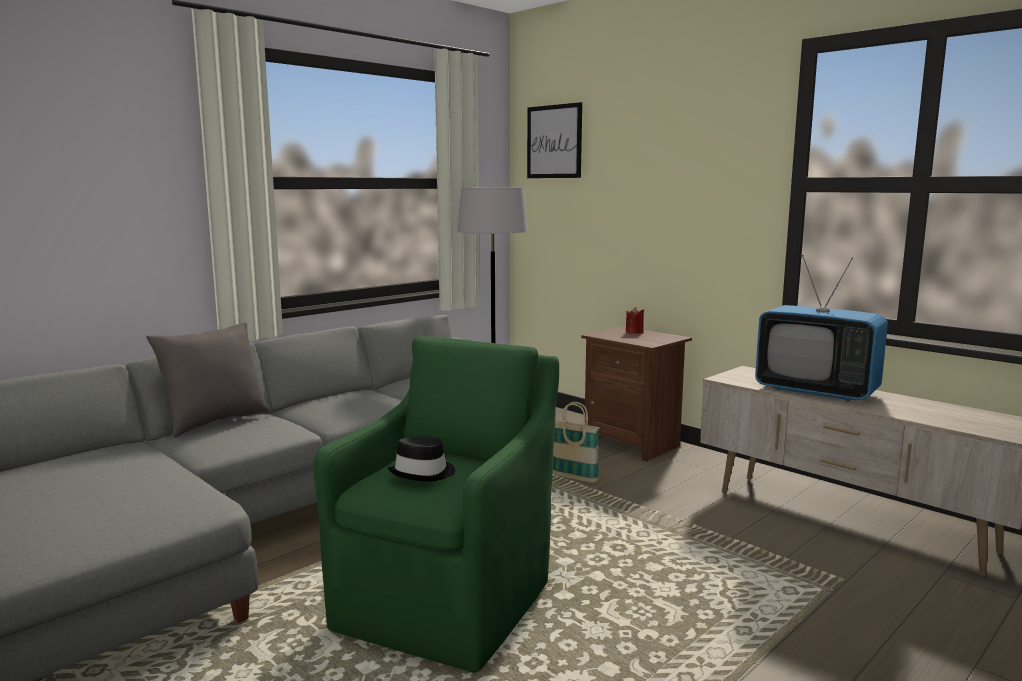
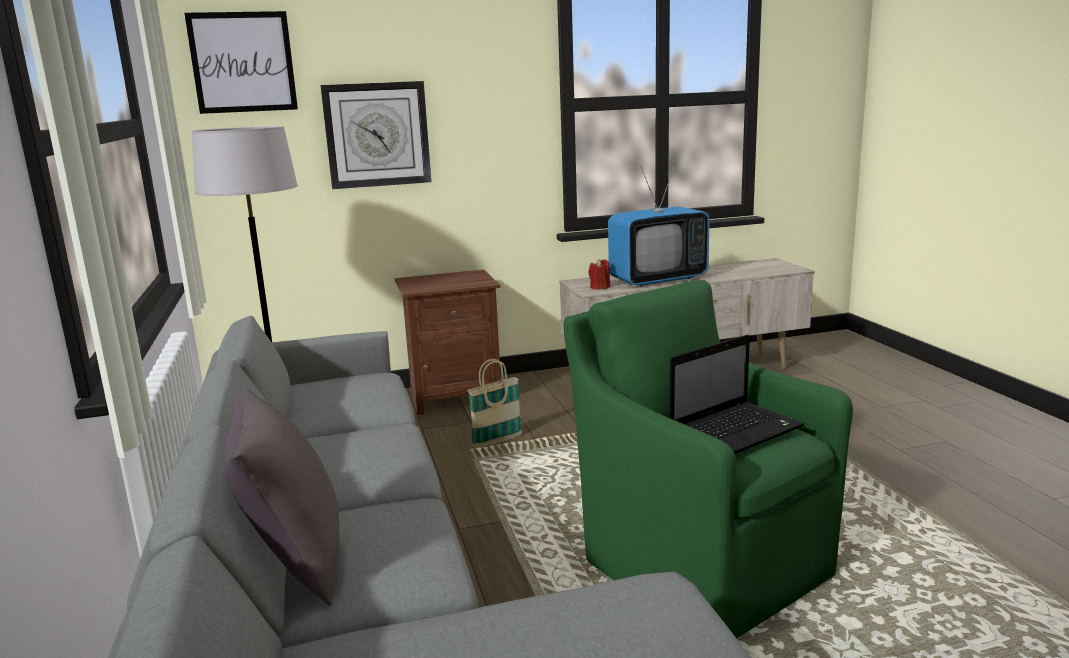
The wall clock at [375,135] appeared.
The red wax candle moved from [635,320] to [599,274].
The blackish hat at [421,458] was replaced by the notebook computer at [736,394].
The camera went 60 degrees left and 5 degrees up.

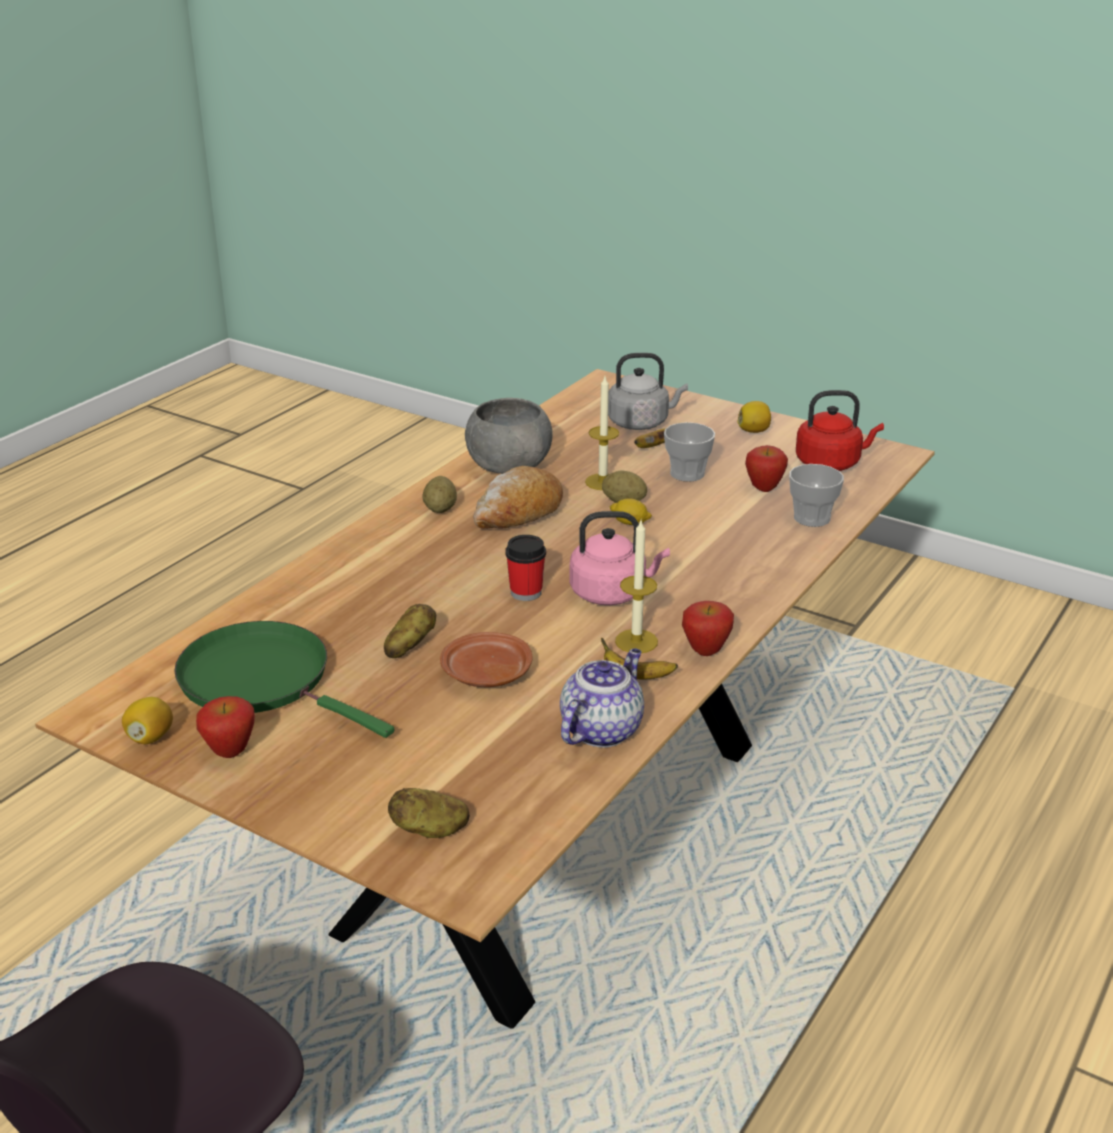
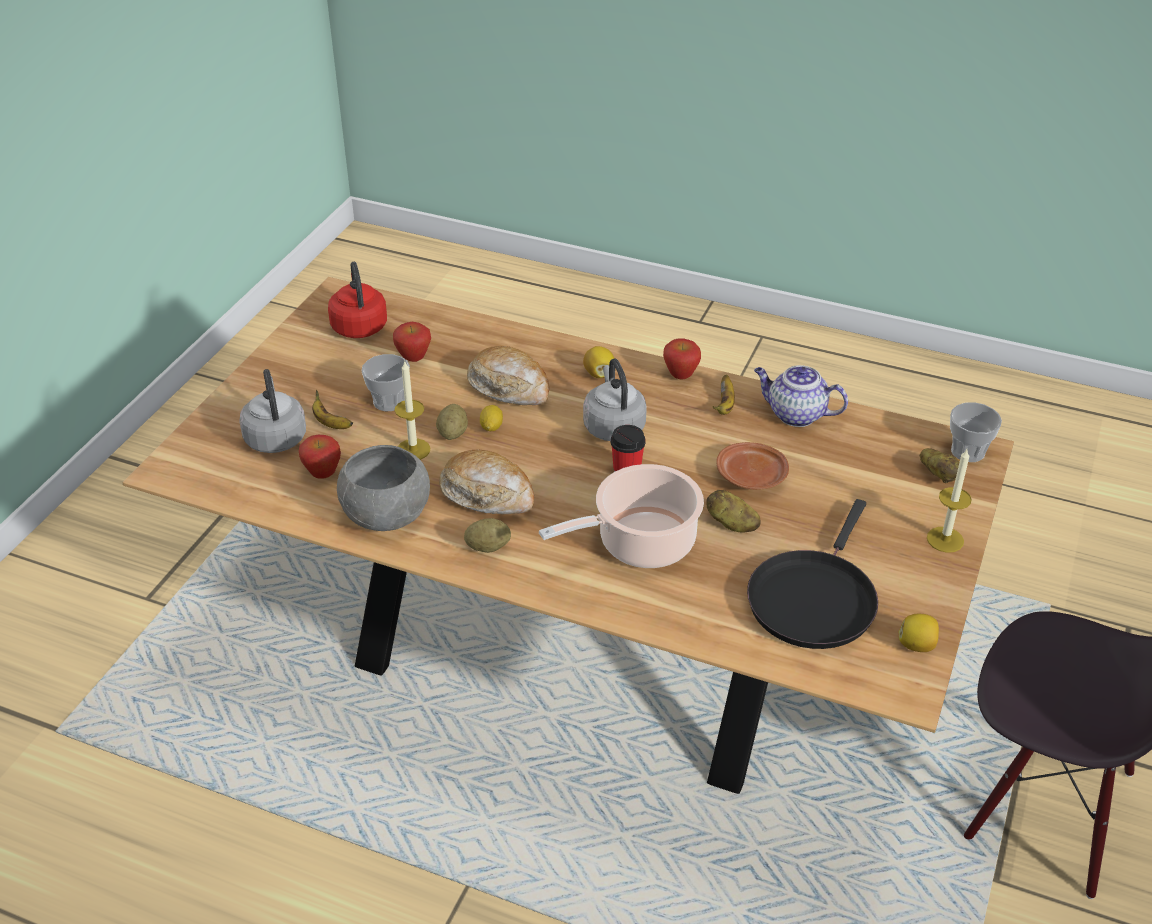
The bakery bread at [508,375] appeared.
The cooking pot at [621,516] appeared.
The whole apple moved from [225,727] to [320,457].
The wax candle moved from [636,587] to [949,501].
The citrus fruit moved from [754,417] to [599,362].
The cup moved from [816,495] to [976,432].
The green-coloured pan at [284,679] became the blackish pan at [812,574].
The pink-coloured water kettle at [620,558] became the greyish water kettle at [615,400].
The camera went 100 degrees left and 10 degrees up.

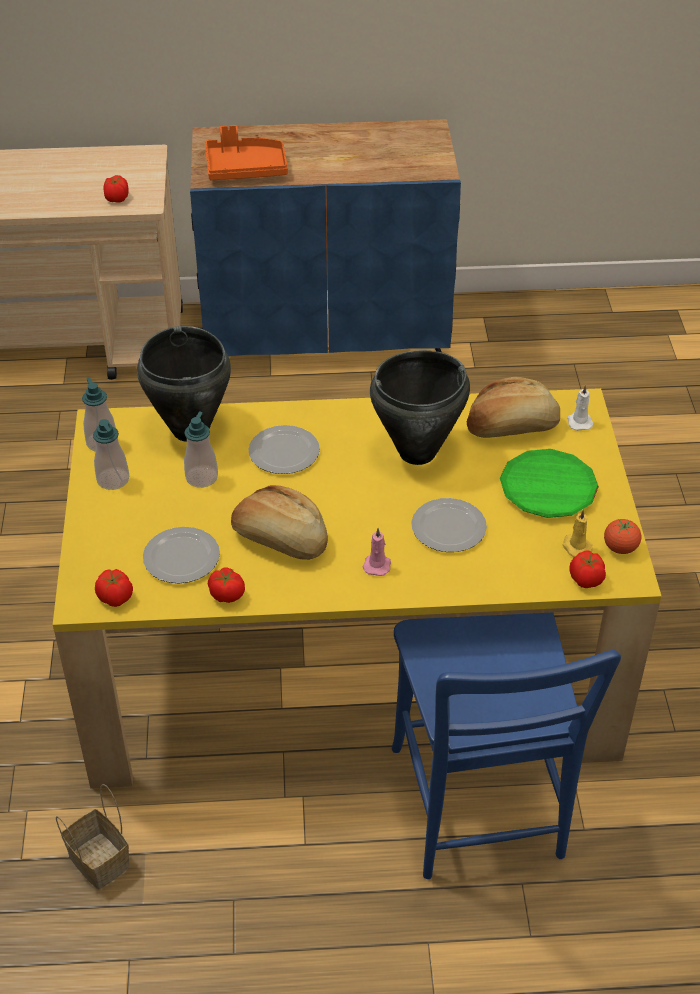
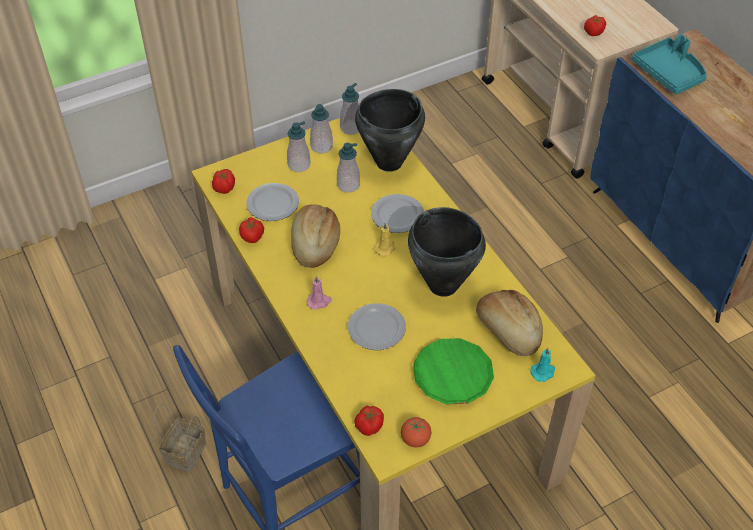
The soap dispenser at [299,146] appeared.
The household basket moved from [93,836] to [180,438].
The yellowish wax candle moved from [578,533] to [384,240].
The orangey tray at [246,152] became the blue-green tray at [669,64].
The whitish wax candle at [581,407] became the blue-green wax candle at [542,365].
The camera went 65 degrees right and 5 degrees up.

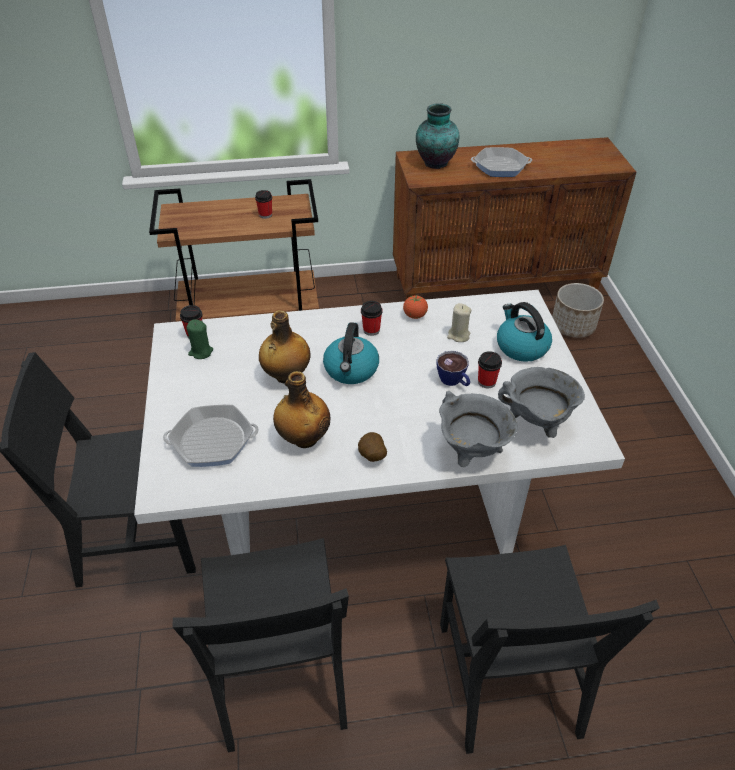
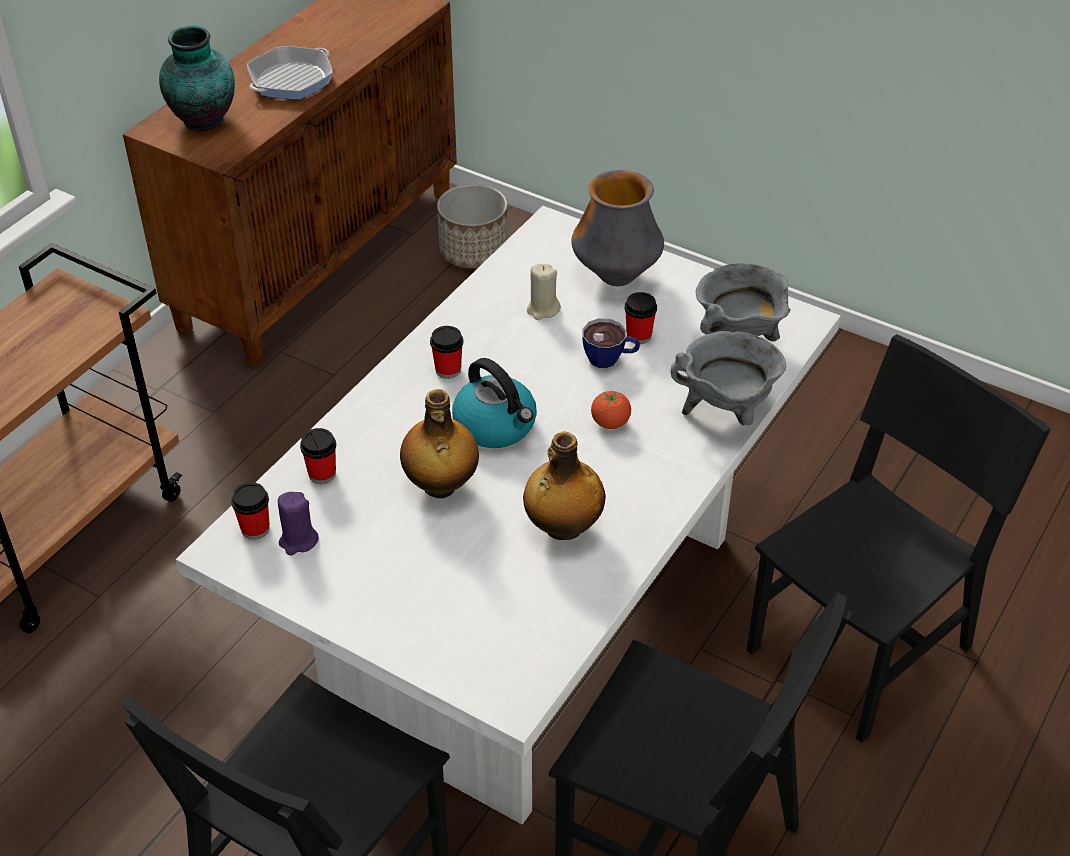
The pan at [211,436] disappeared.
The potato at [372,447] disappeared.
The cup moved from [263,204] to [318,456].
The fresh tomato moved from [415,307] to [611,410].
The water kettle at [524,332] was replaced by the vase at [618,228].
The green-coloured wax candle at [199,339] became the purplish wax candle at [298,524].
The blackish upright chair at [550,649] turned 75 degrees counterclockwise.
The camera went 50 degrees left and 0 degrees up.

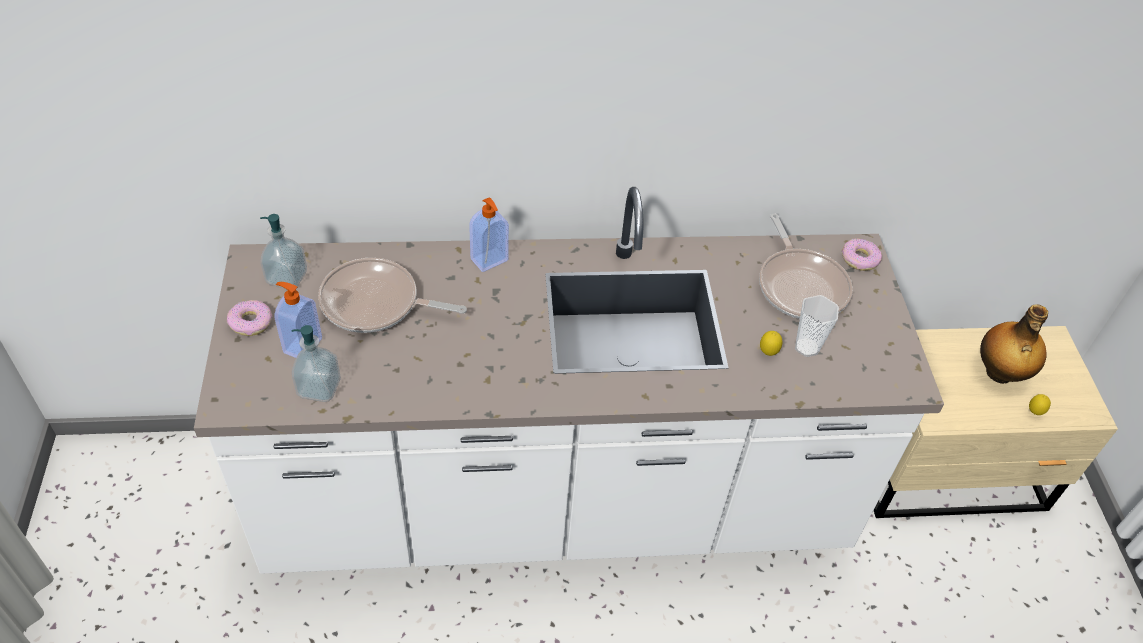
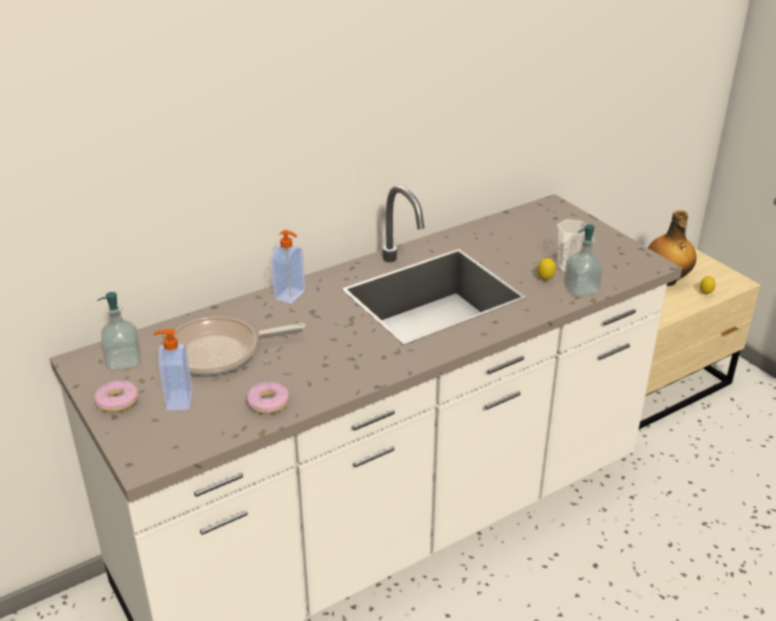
The pan at [806,266] disappeared.
The soap dispenser moved from [316,363] to [583,261].
The ring doughnut moved from [862,254] to [268,397].
The camera went 25 degrees left and 15 degrees down.

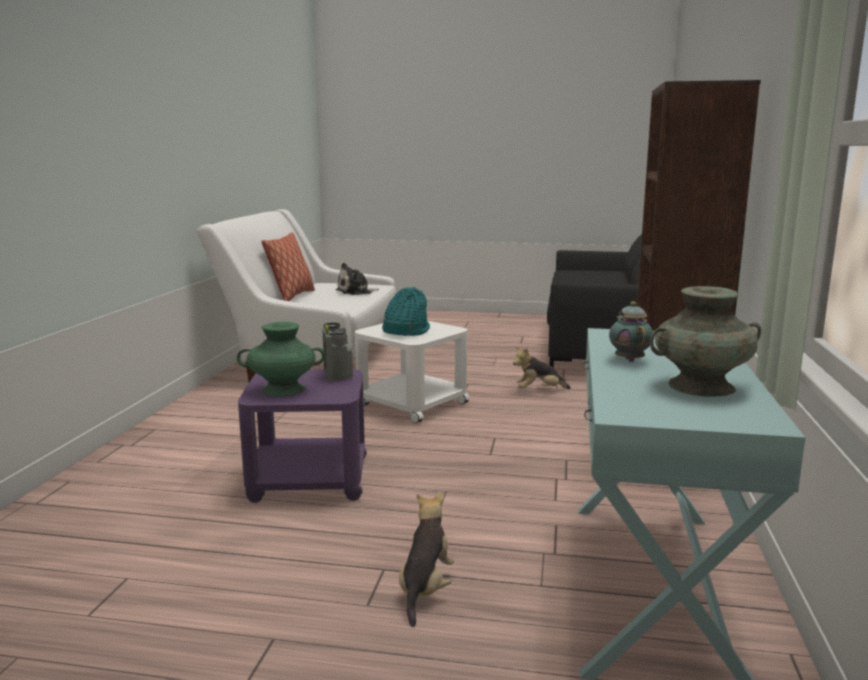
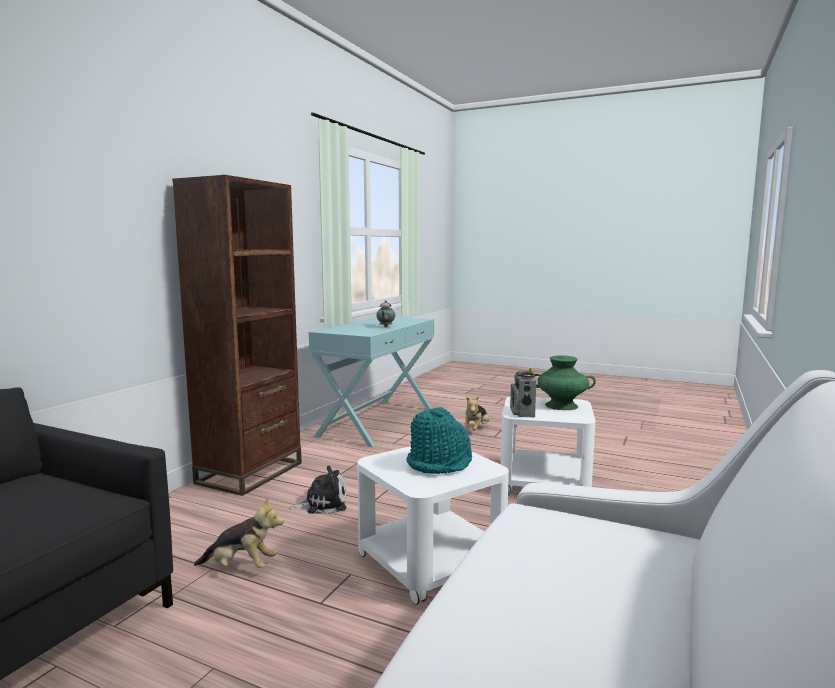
The pillow at [288,267] disappeared.
The blue-green vase at [705,341] disappeared.
The plush toy moved from [357,279] to [317,490].
The purplish side table at [302,436] became the whitish side table at [548,445].
The camera went 165 degrees left and 5 degrees down.

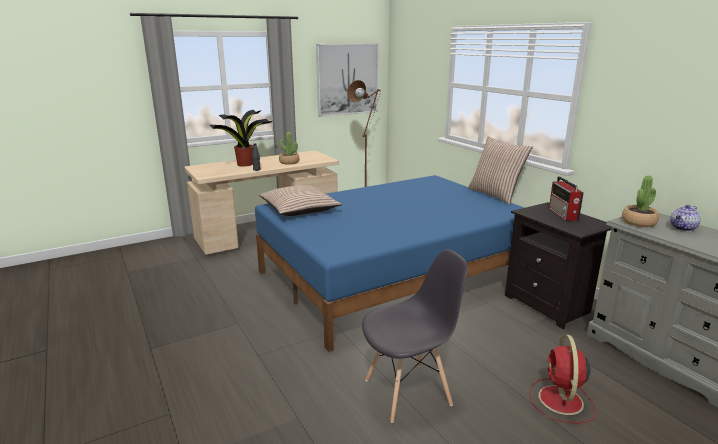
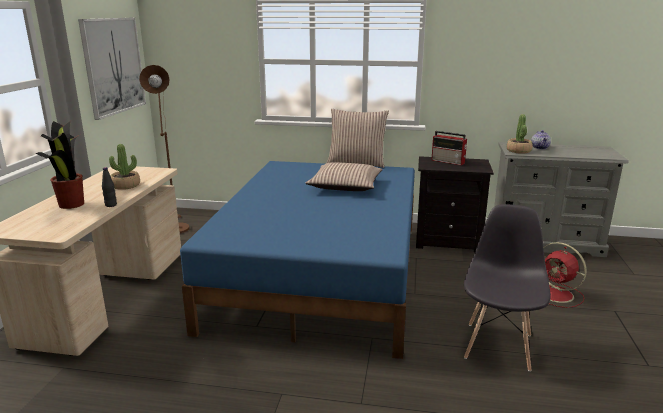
The pillow moved from [300,200] to [343,176].
The camera went 50 degrees left and 0 degrees up.

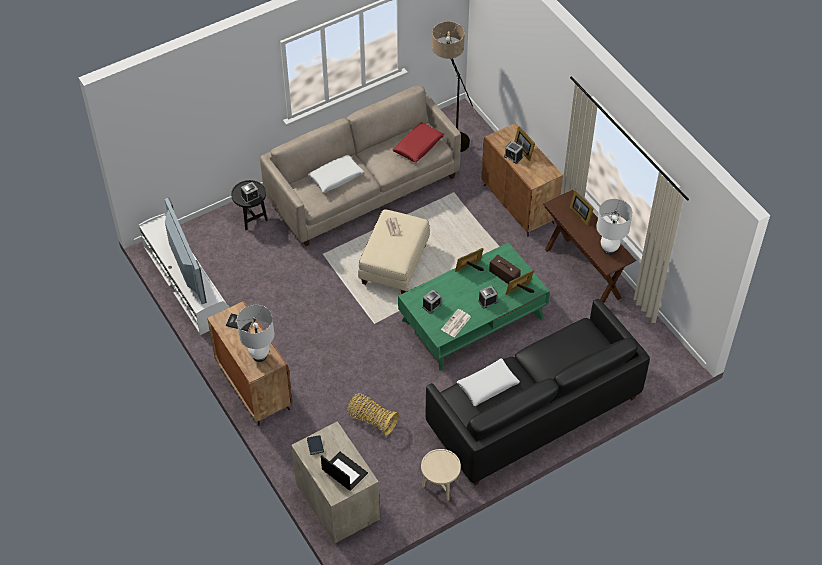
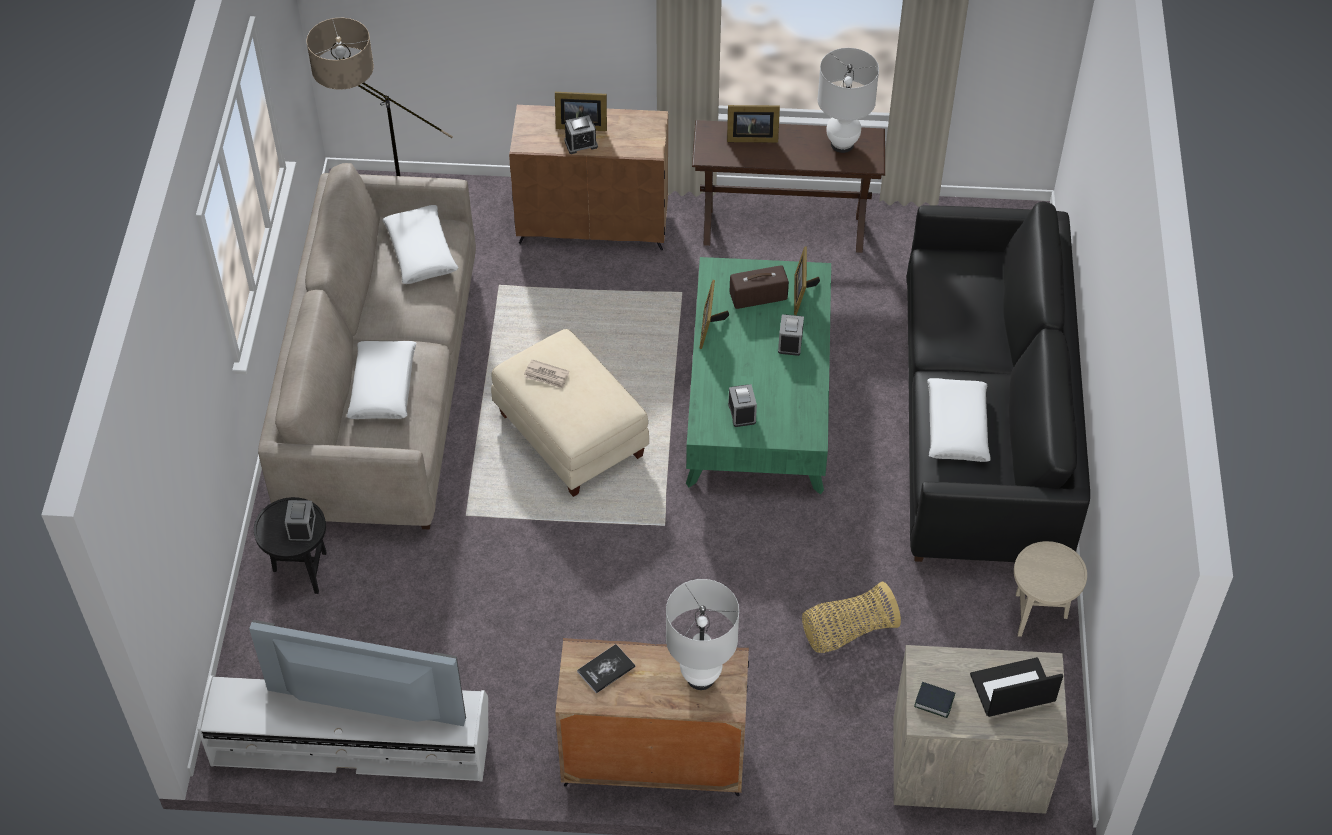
The printed paper at [456,323] disappeared.
The red pillow at [418,142] became the whitish pillow at [420,244].
The camera went 55 degrees left and 0 degrees up.

